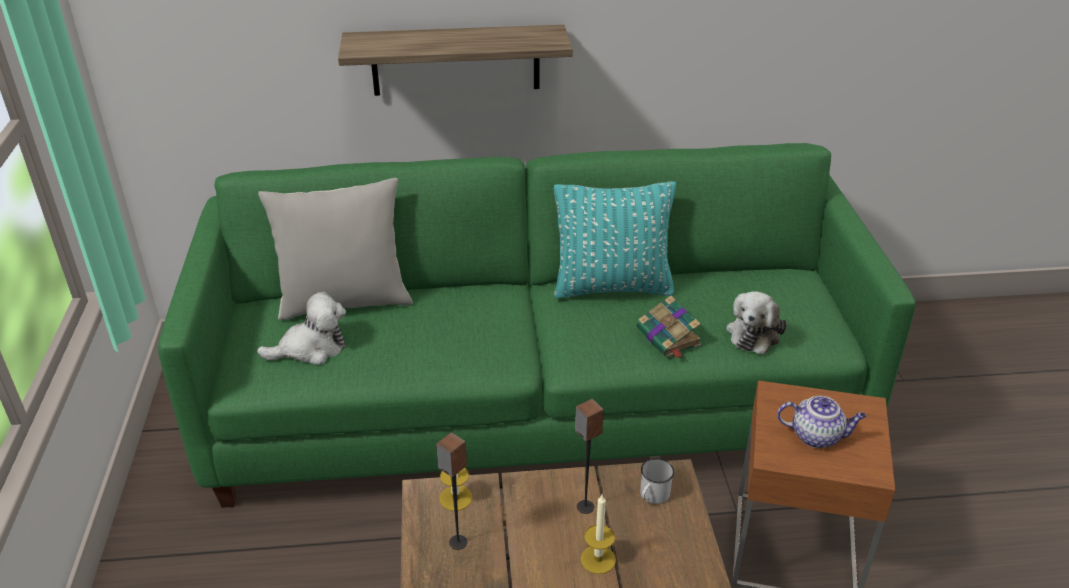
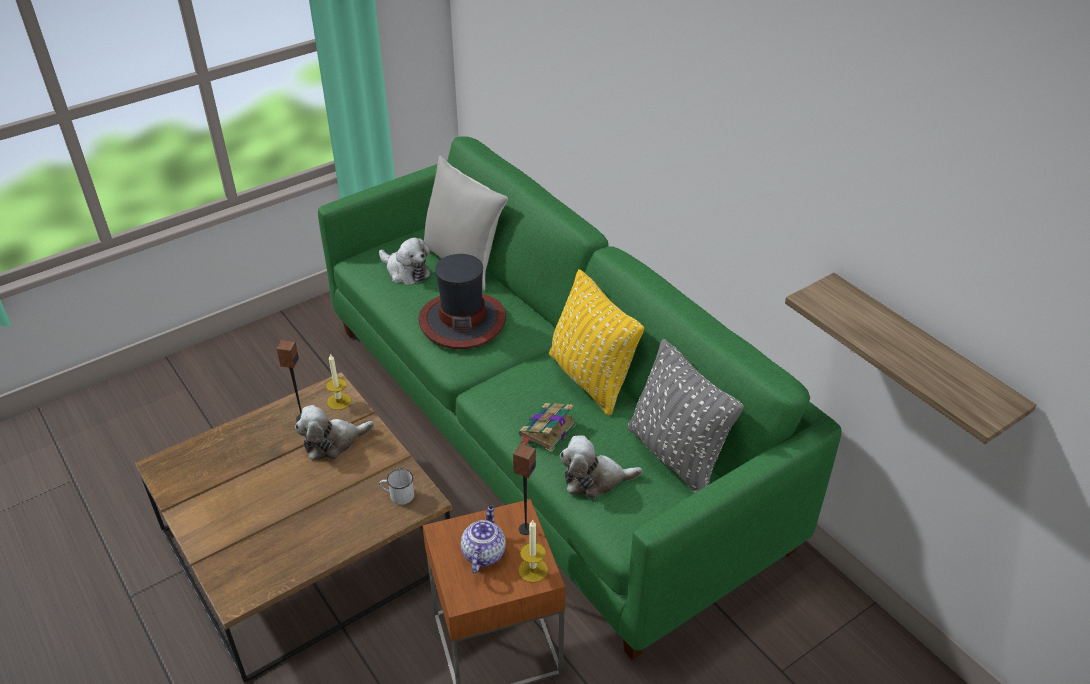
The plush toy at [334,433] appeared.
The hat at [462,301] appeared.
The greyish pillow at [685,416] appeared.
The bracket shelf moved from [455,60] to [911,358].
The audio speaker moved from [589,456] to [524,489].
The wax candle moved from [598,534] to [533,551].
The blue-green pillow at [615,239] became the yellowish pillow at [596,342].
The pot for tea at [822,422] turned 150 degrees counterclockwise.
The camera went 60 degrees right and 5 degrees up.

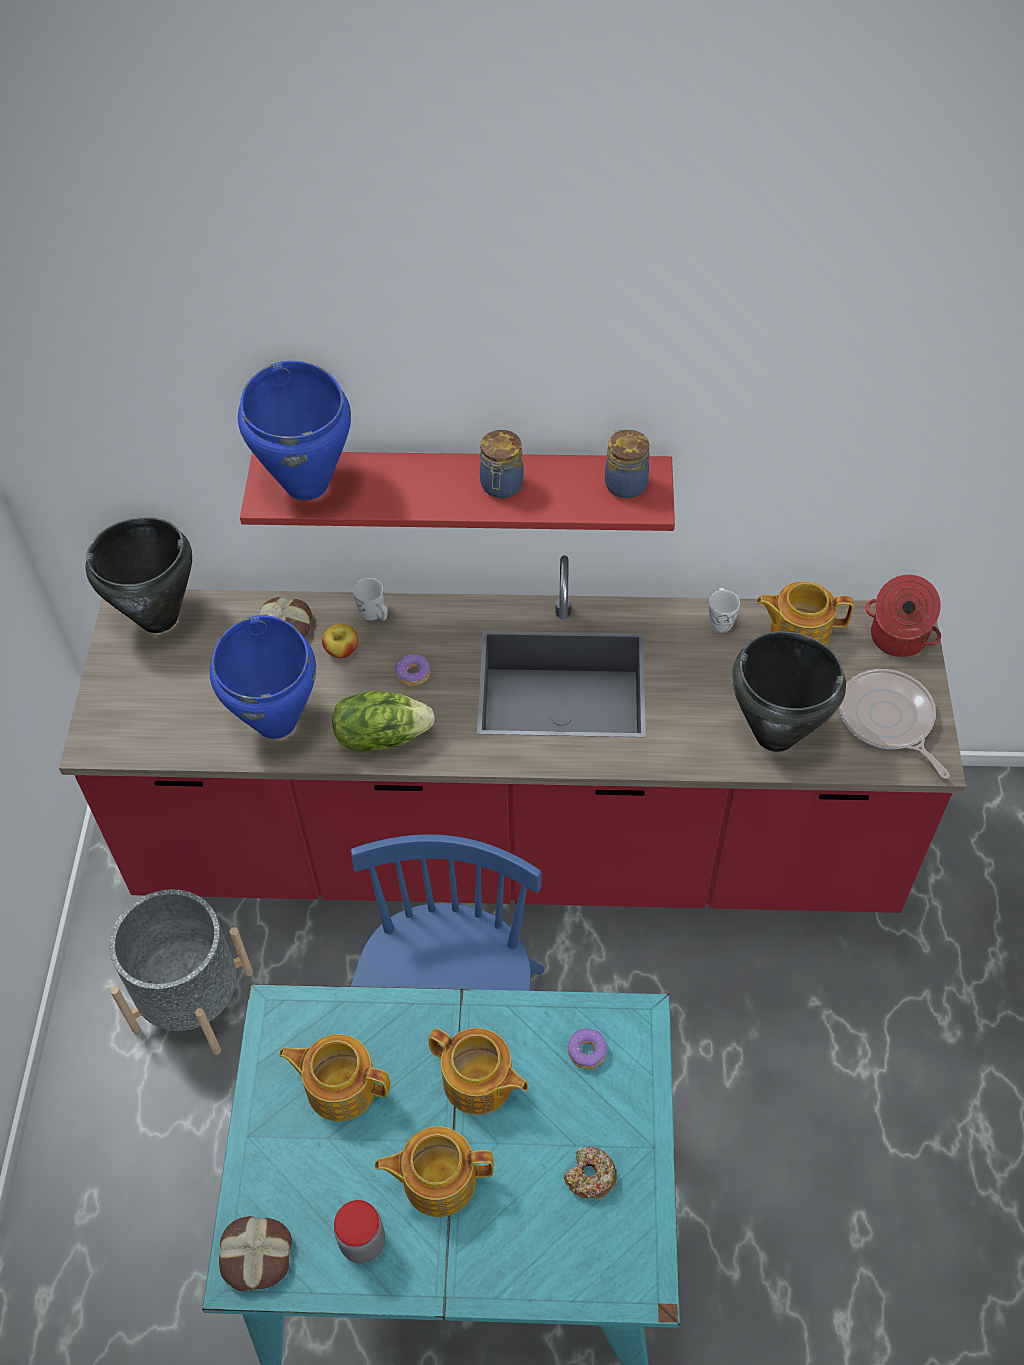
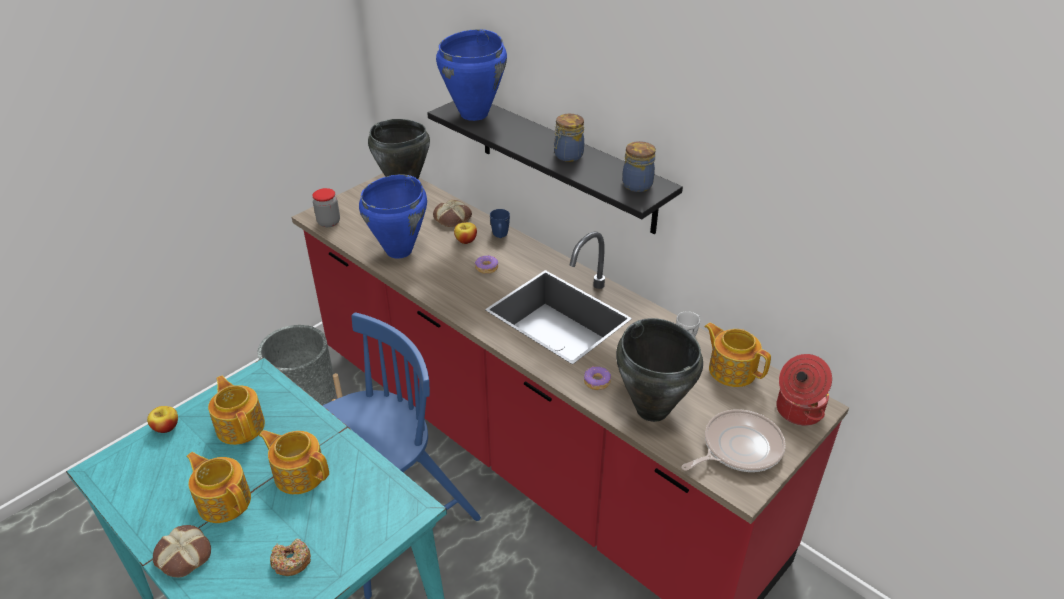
The head of lettuce at [383,721] disappeared.
The whole apple at [162,419] appeared.
The bakery bread moved from [255,1253] to [182,551].
The storage jar moved from [359,1231] to [326,207].
The ring doughnut moved from [587,1048] to [597,378].
The red bracket shelf at [457,491] became the blackish bracket shelf at [555,167].
The whitish tea mug at [370,599] became the blue tea mug at [500,223].
The pot for tea at [478,1071] turned 135 degrees clockwise.
The pan at [894,724] turned 45 degrees clockwise.
The camera went 40 degrees right and 15 degrees down.

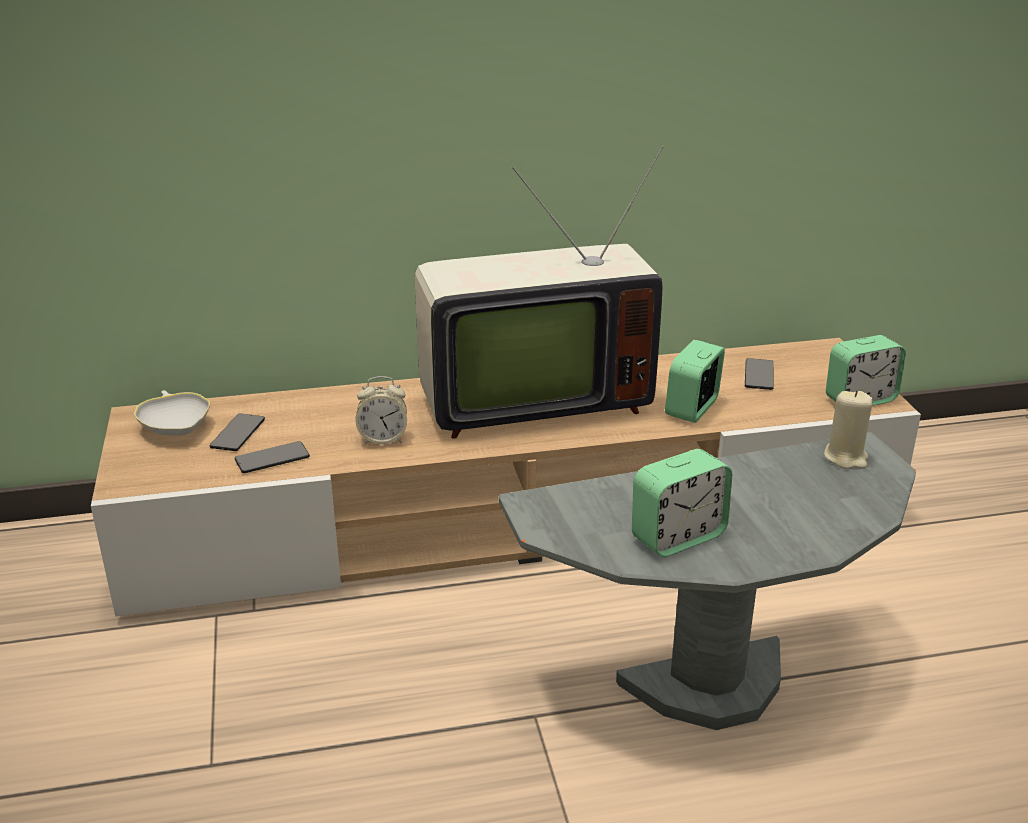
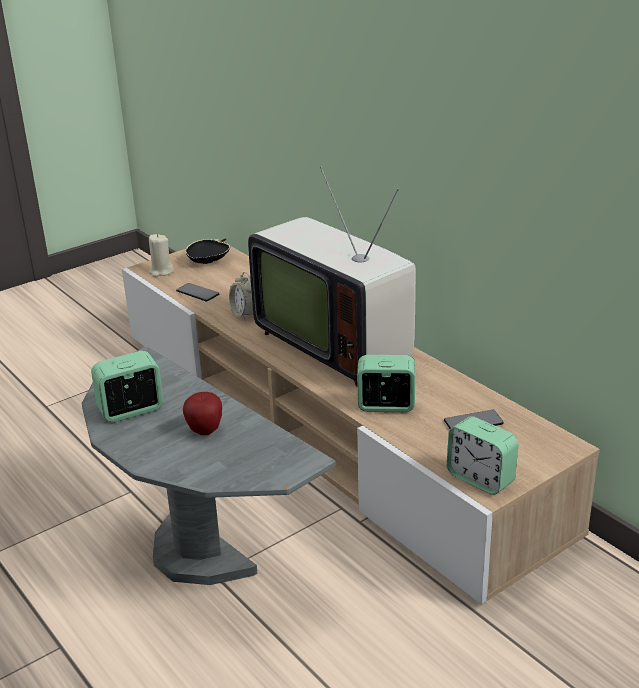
The handset at [237,432] disappeared.
The whole apple at [202,413] appeared.
The beige wax candle moved from [848,429] to [161,255].
The whitish bowl at [172,413] became the blackish bowl at [207,251].
The table clock at [682,503] turned 120 degrees clockwise.
The camera went 65 degrees right and 0 degrees up.

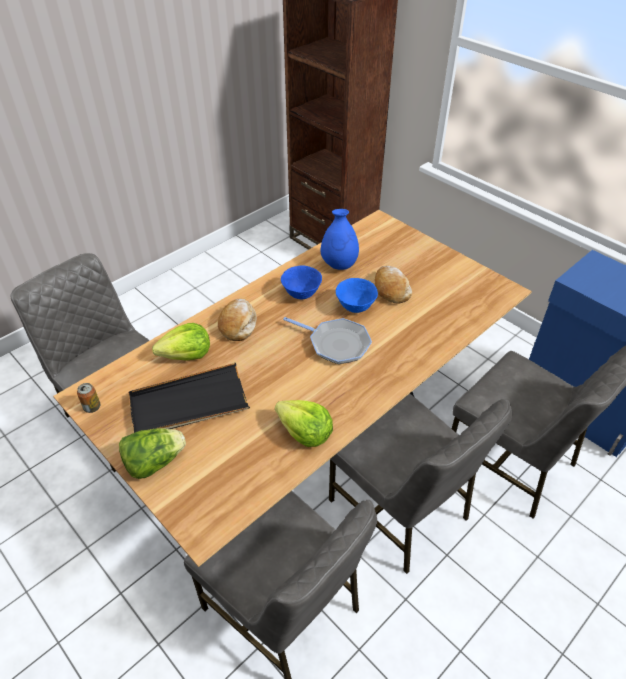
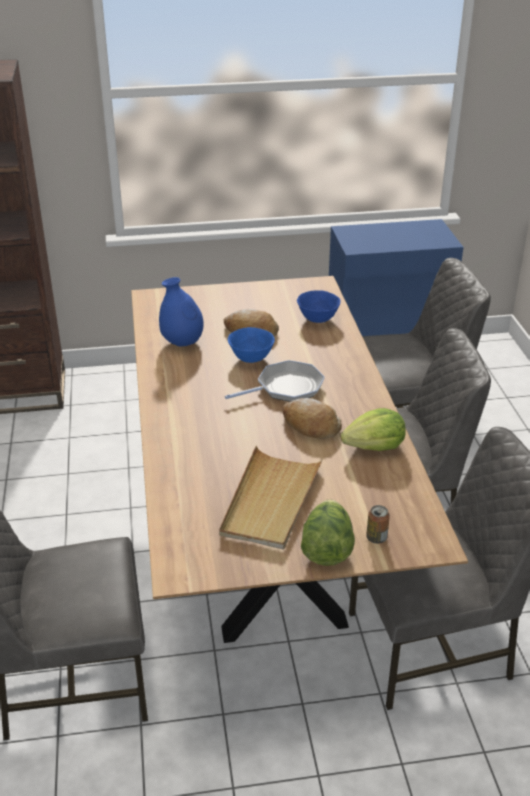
The head of lettuce at [181,342] disappeared.
The can moved from [89,398] to [378,524].
The bakery bread moved from [237,320] to [312,418].
The blue bowl moved from [301,282] to [319,306].
The blackish tray at [189,398] became the beige tray at [271,498].
The camera went 55 degrees left and 10 degrees down.

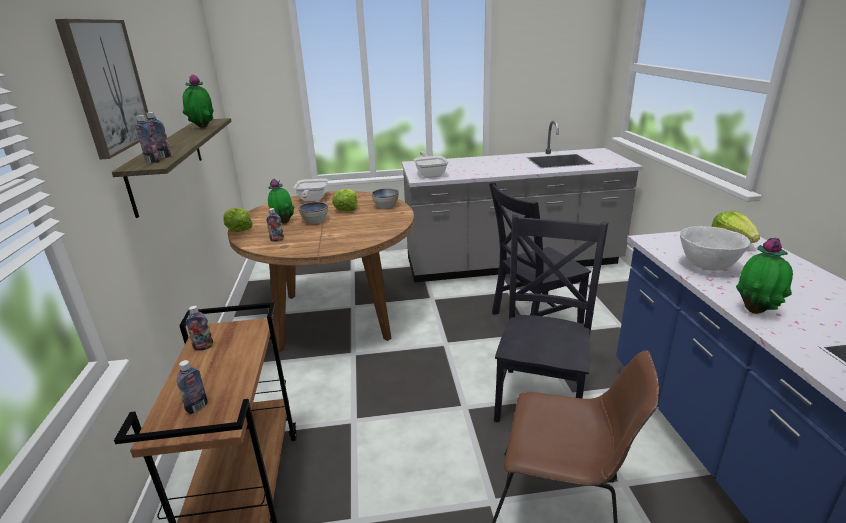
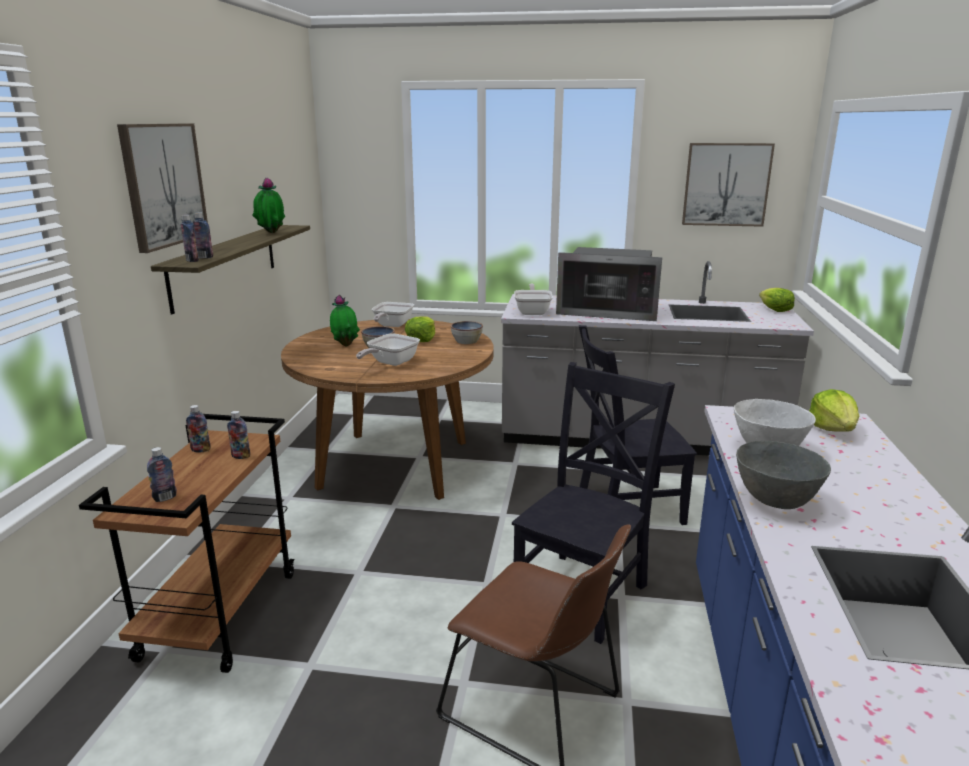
The pan at [388,350] appeared.
The microwave oven at [609,284] appeared.
The picture at [728,185] appeared.
The head of lettuce moved from [238,220] to [777,300].
The drink bottle moved from [275,225] to [238,435].
The houseplant at [764,276] was replaced by the greyish bowl at [783,475].
The camera went 15 degrees right and 5 degrees down.

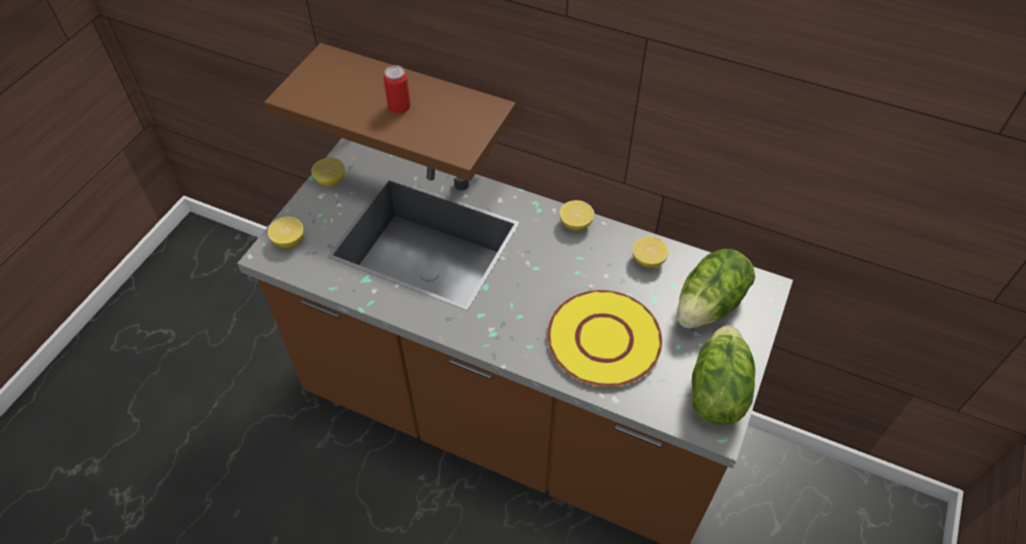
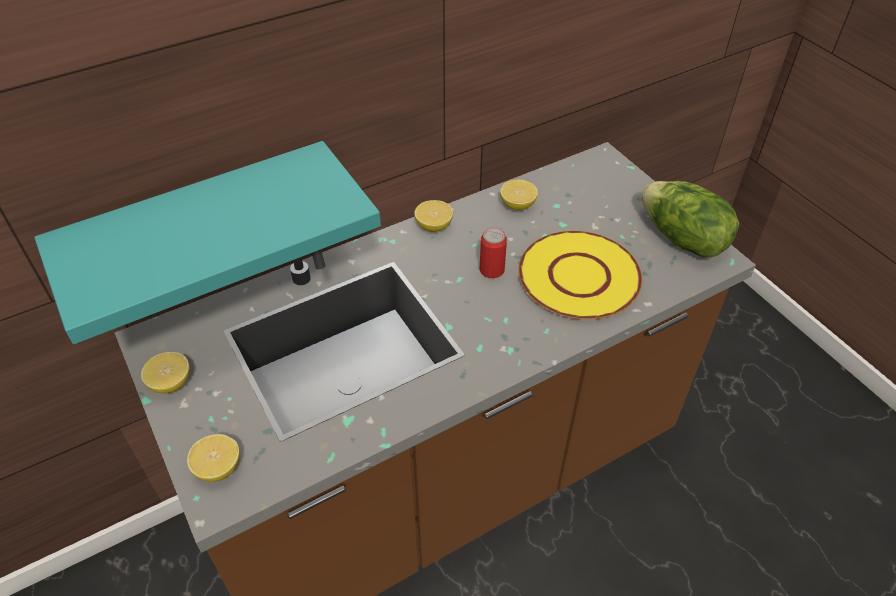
The head of lettuce at [716,288] disappeared.
The can moved from [397,89] to [493,252].
The brown-coloured bracket shelf at [390,112] became the blue-green bracket shelf at [207,242].
The camera went 55 degrees left and 5 degrees down.

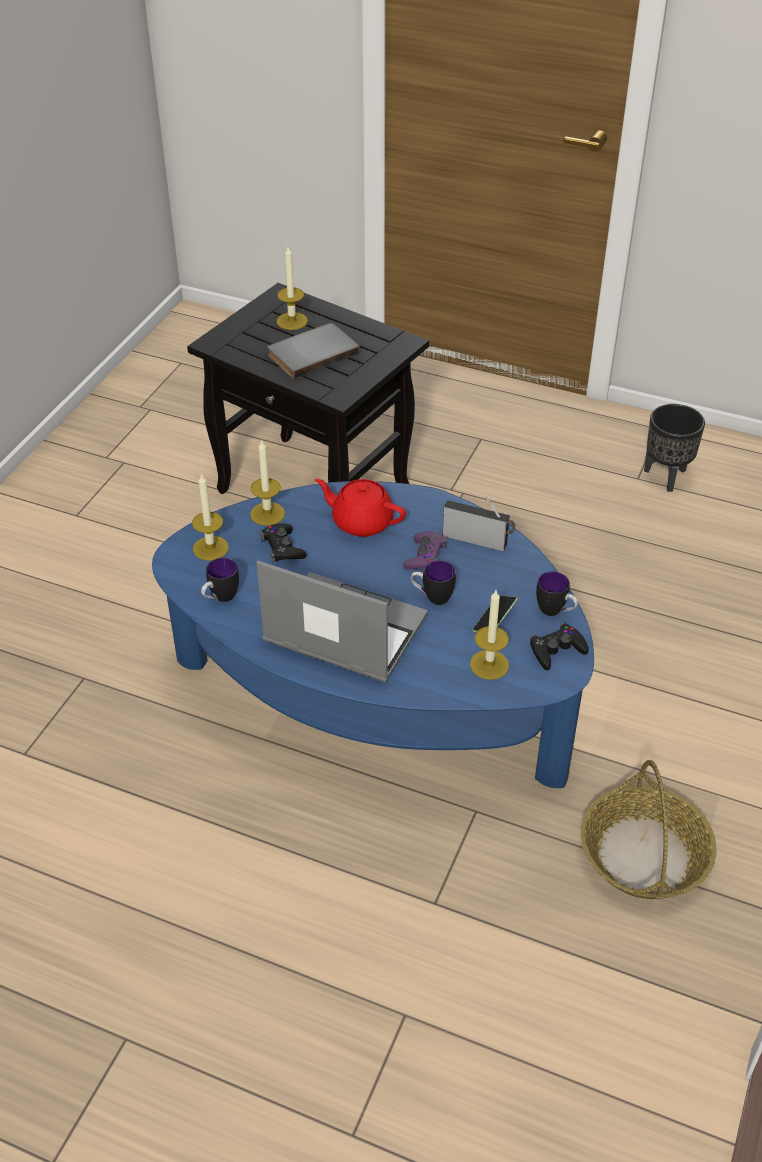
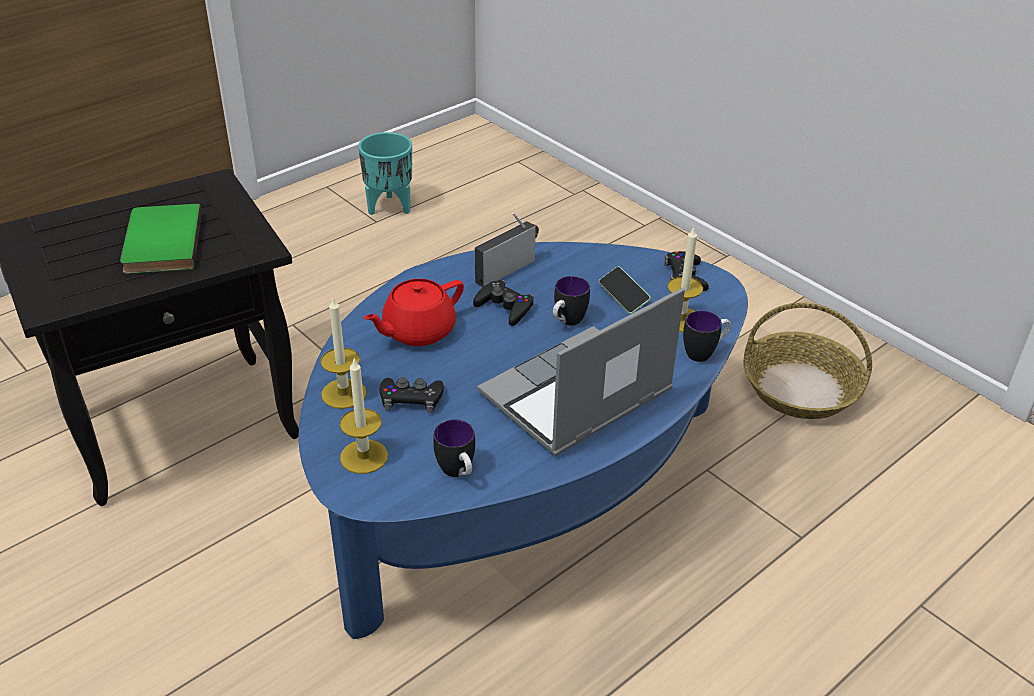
The wax candle at [292,288] disappeared.
The tea mug moved from [557,593] to [707,336].
The greyish volume at [313,351] became the green-coloured volume at [161,239].
The purplish gamepad at [425,551] became the blackish gamepad at [503,303].
The blackish plant pot at [674,448] became the blue-green plant pot at [385,173].
The camera went 65 degrees left and 5 degrees down.

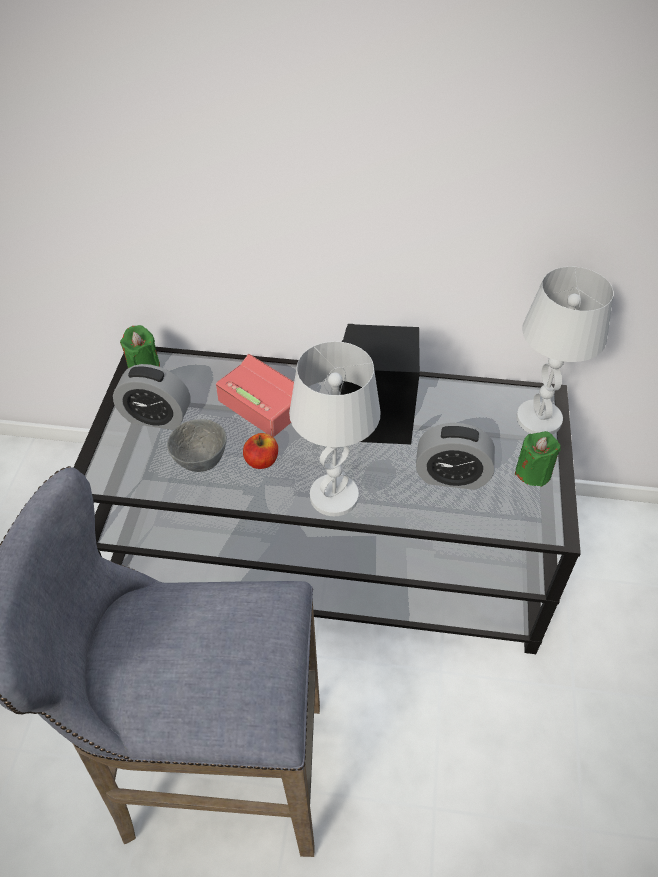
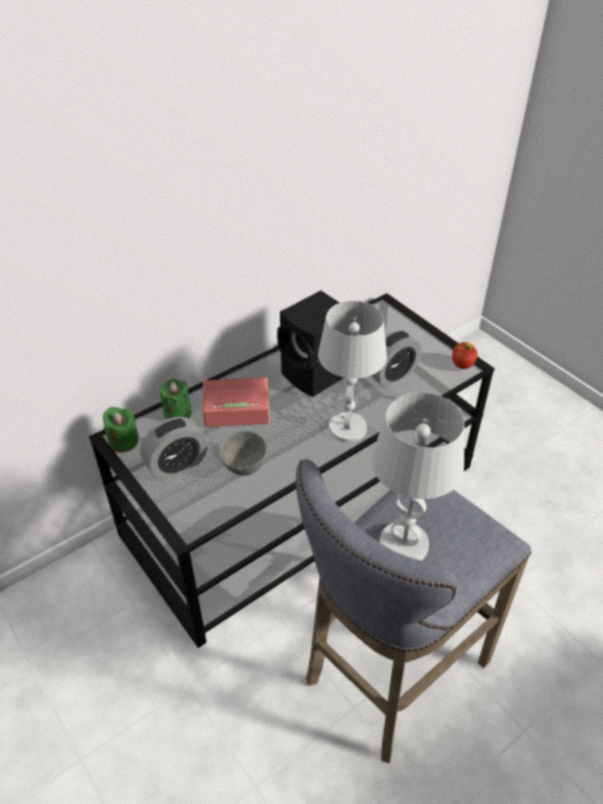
The whole apple moved from [260,451] to [465,355].
The green-coloured wax candle moved from [538,459] to [176,399].
The whitish lamp for a table moved from [565,350] to [418,476].
The camera went 45 degrees left and 5 degrees down.

